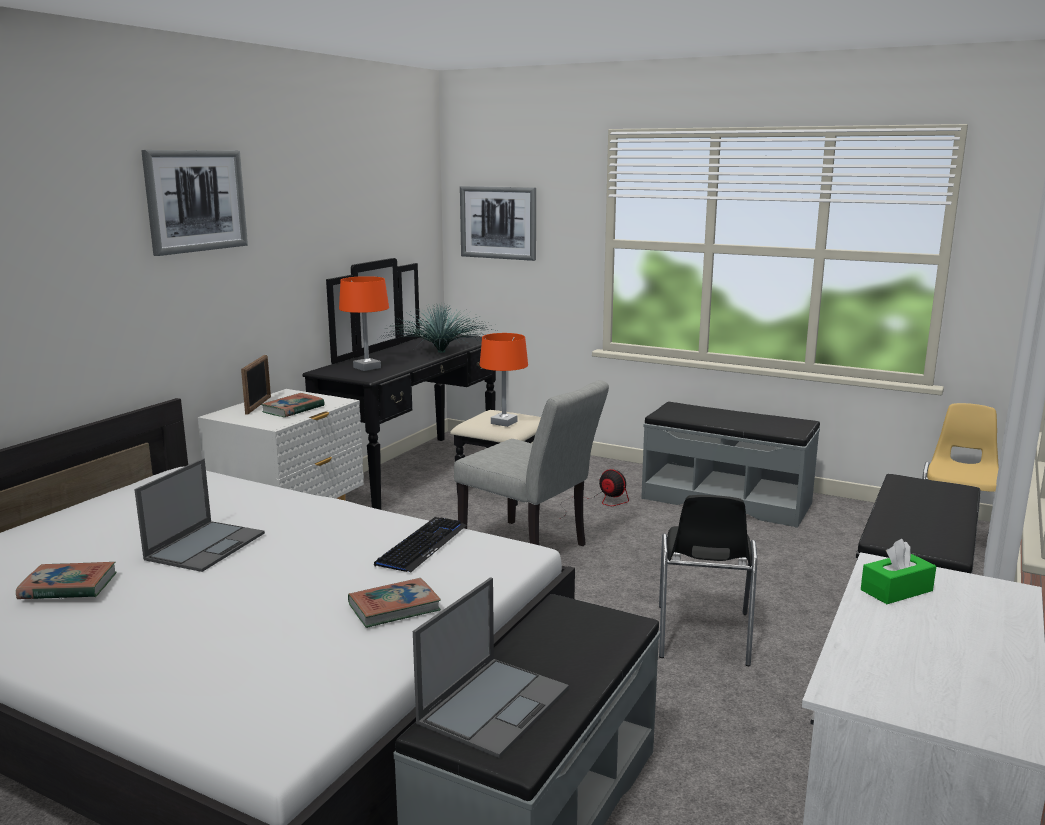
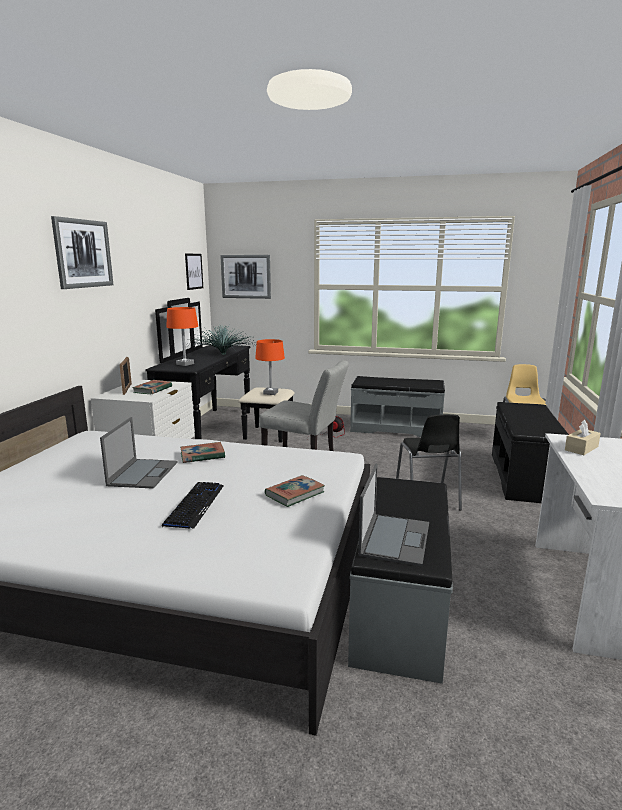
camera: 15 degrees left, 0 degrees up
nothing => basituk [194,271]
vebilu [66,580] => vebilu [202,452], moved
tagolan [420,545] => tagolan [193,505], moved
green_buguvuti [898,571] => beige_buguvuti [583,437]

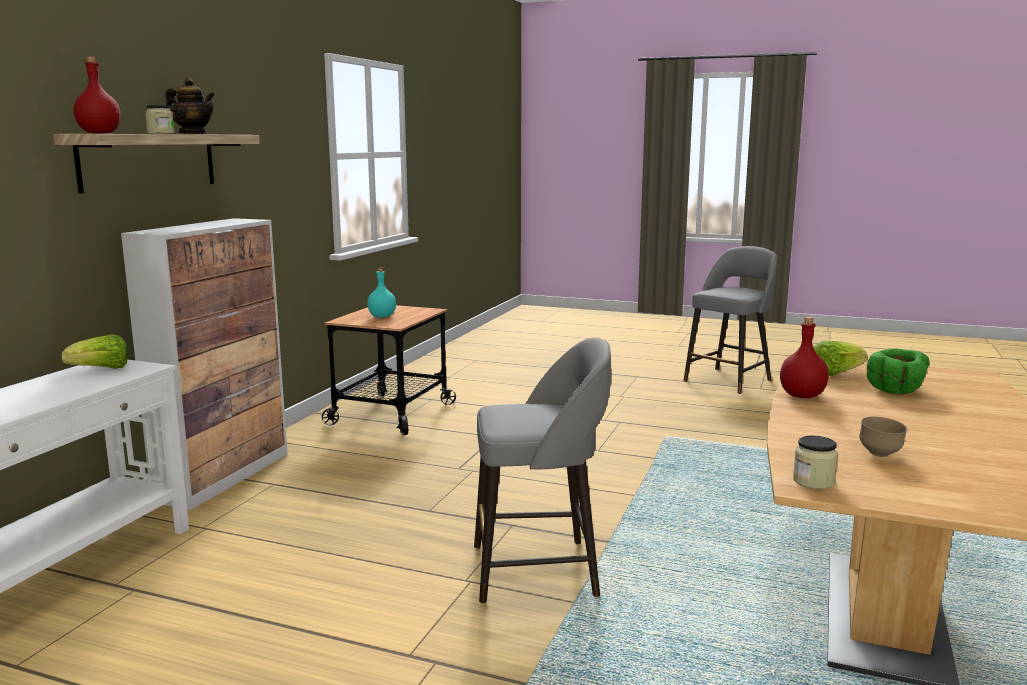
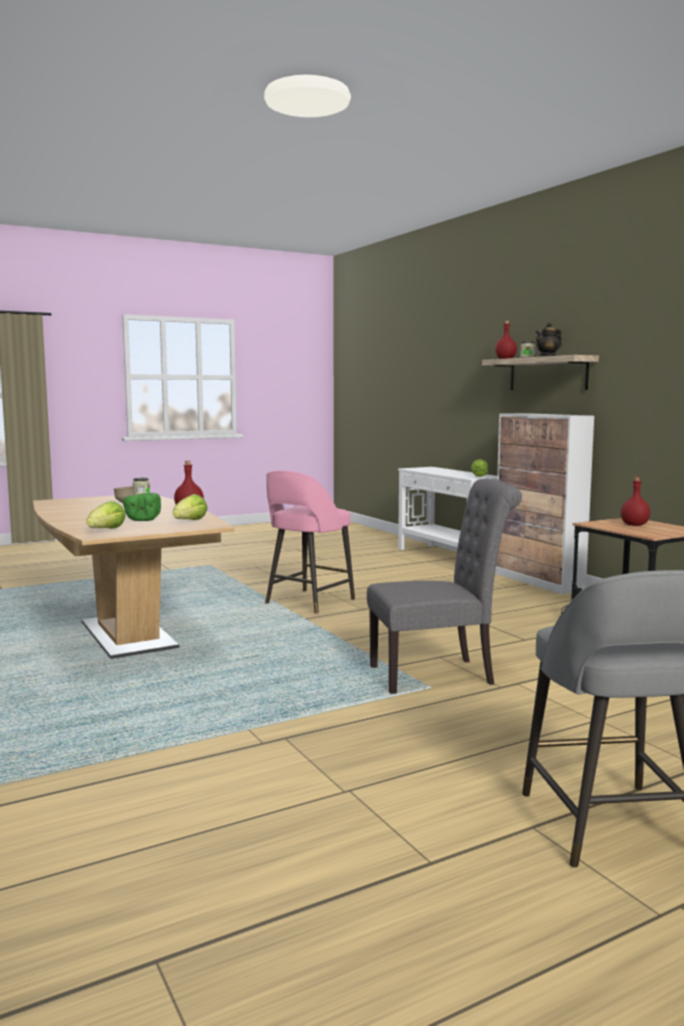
camera: 130 degrees right, 5 degrees down
nothing => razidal [106,515]
nothing => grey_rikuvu [444,586]
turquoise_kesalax [381,292] => red_kesalax [635,501]
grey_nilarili [542,470] => pink_nilarili [310,542]

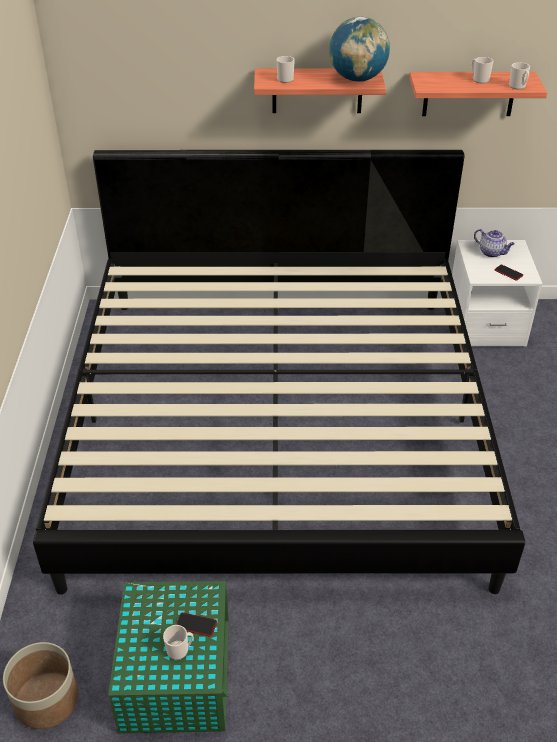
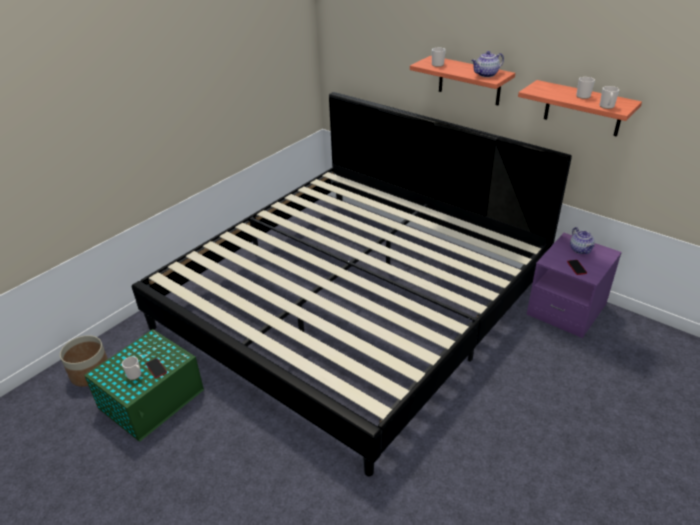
camera: 40 degrees right, 5 degrees down
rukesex [359,49] => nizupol [487,64]
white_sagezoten [497,293] => purple_sagezoten [574,285]

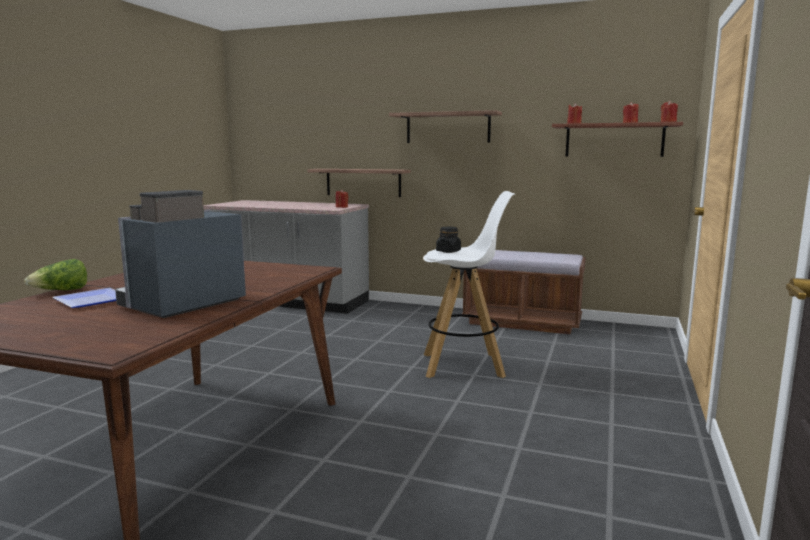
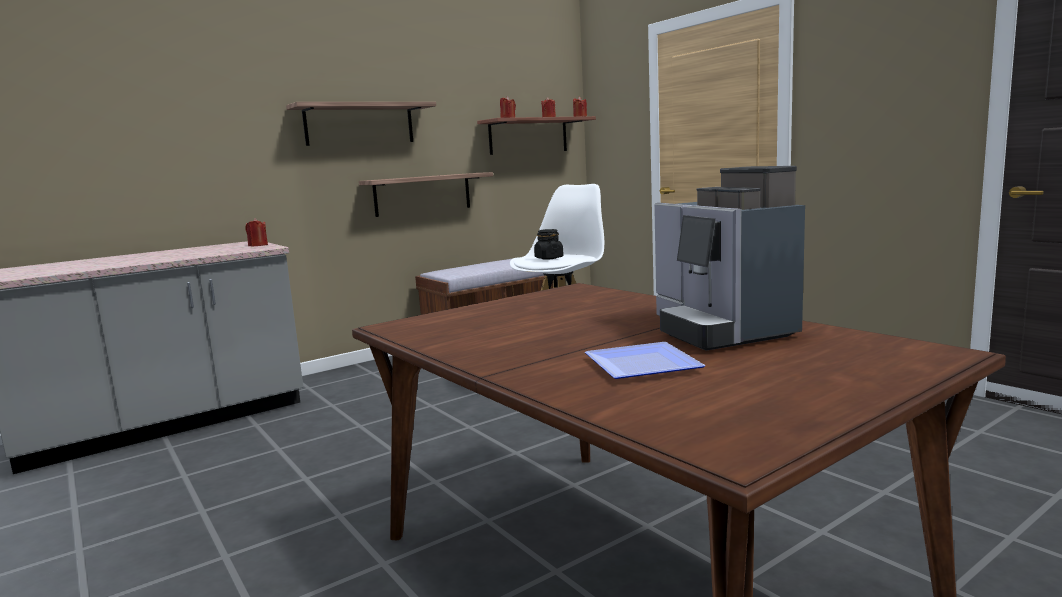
camera: 55 degrees left, 0 degrees up
razidal [55,274] => nothing
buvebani [359,183] => buvebani [426,194], moved

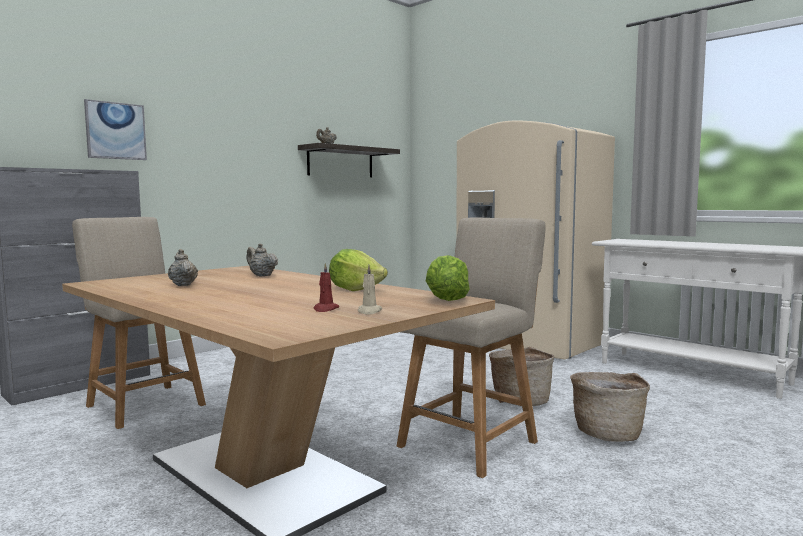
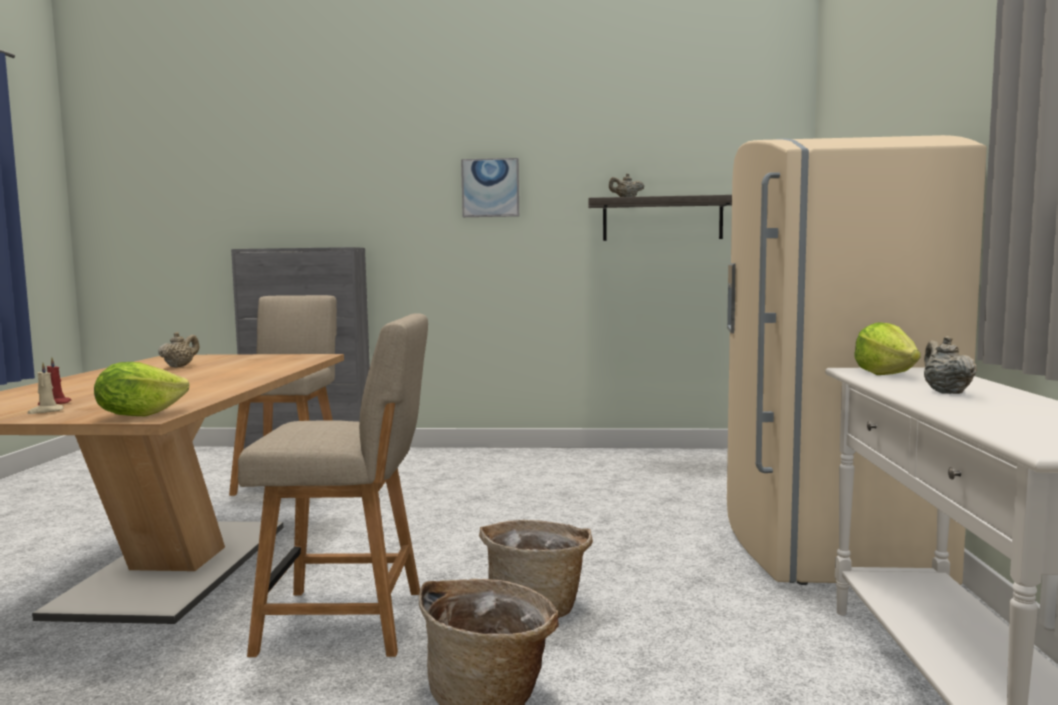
camera: 50 degrees right, 0 degrees up
basituk [115,129] => basituk [490,187], moved
beige_nizupol [262,260] => beige_nizupol [950,365], moved
razidal [358,270] => razidal [887,348], moved

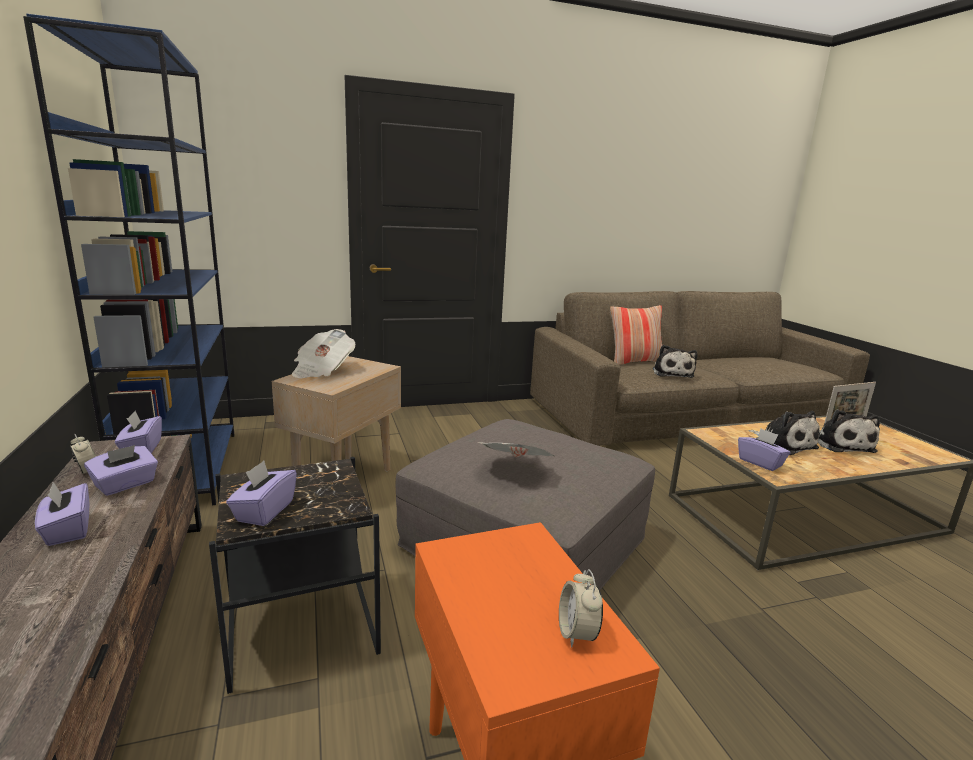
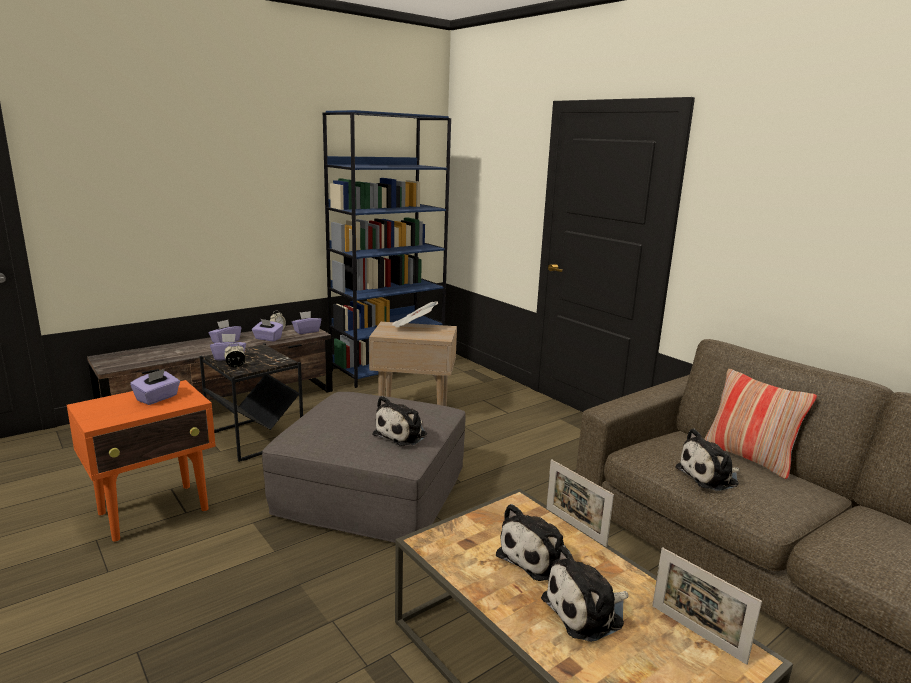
camera: 70 degrees right, 0 degrees up
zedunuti [516,449] => nothing
nothing => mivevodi [400,421]
nothing => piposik [580,503]
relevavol [581,608] => relevavol [234,355], moved
purple_buguvuti [764,450] => purple_buguvuti [155,387], moved

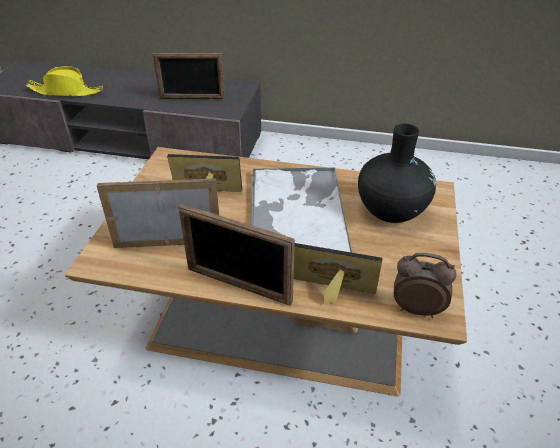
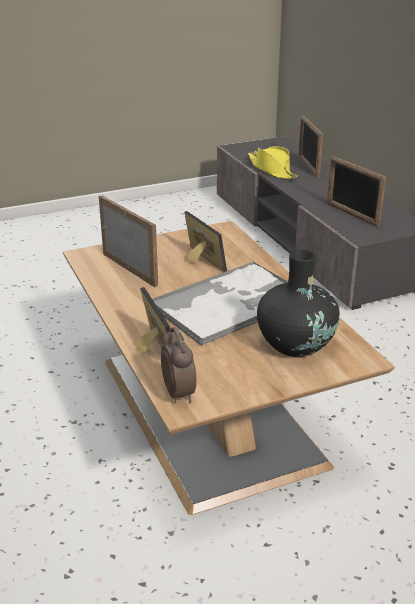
camera: 55 degrees right, 10 degrees down
piposik [236,255] => piposik [310,146], moved

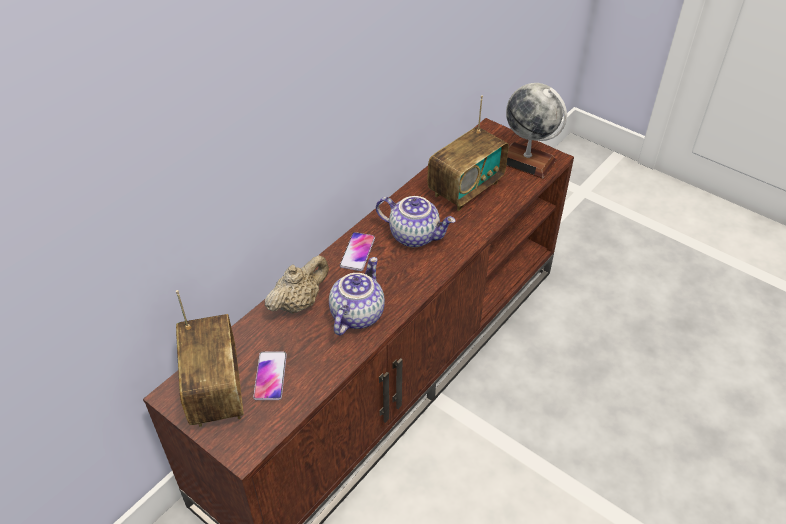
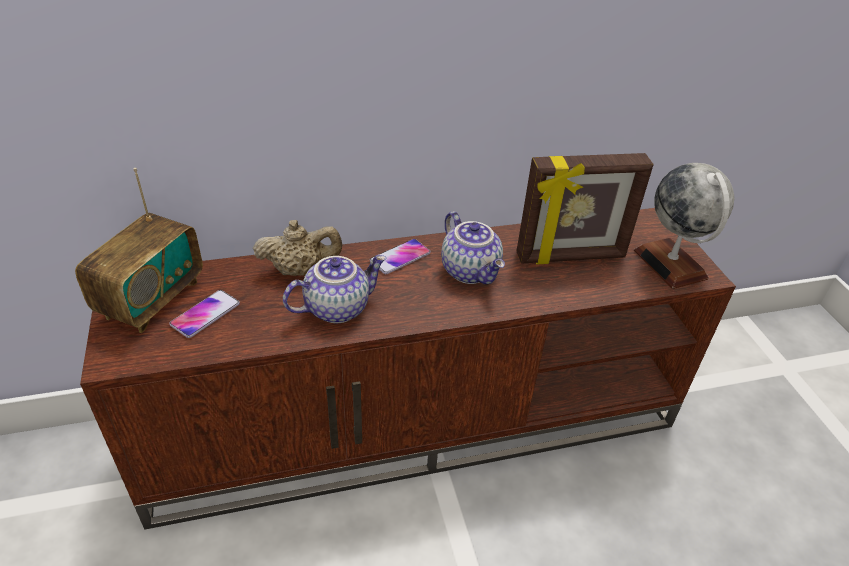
camera: 35 degrees right, 5 degrees down
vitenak [468,153] => piposik [585,209]

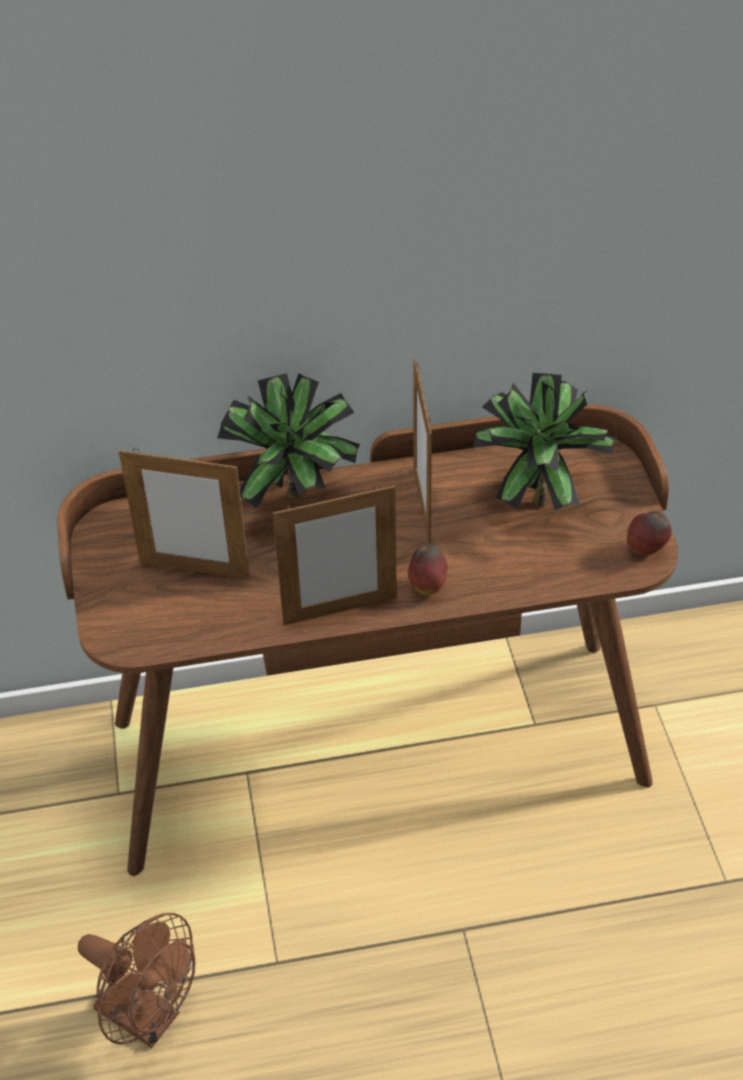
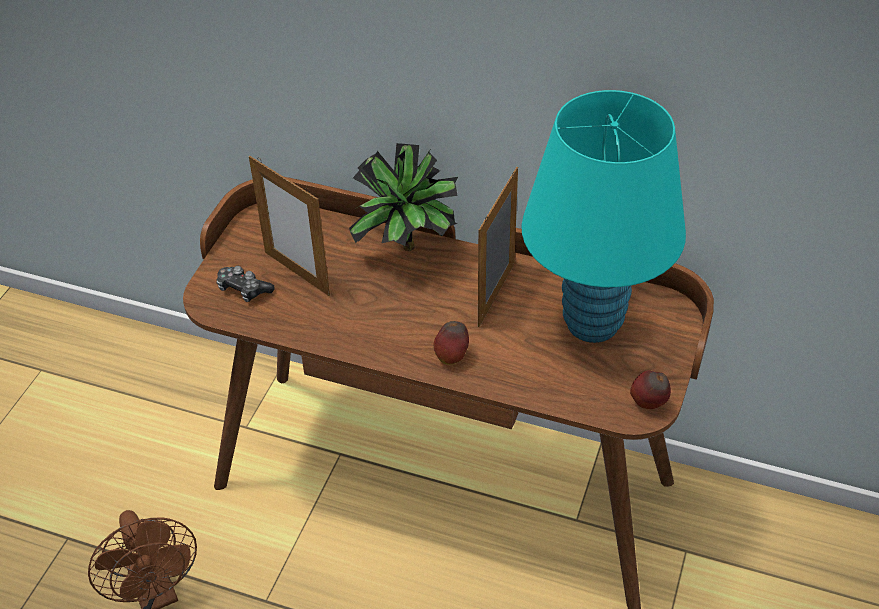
camera: 30 degrees right, 0 degrees up
piposik [335,555] => nothing
nothing => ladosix [245,284]
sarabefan [545,441] => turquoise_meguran [604,216]

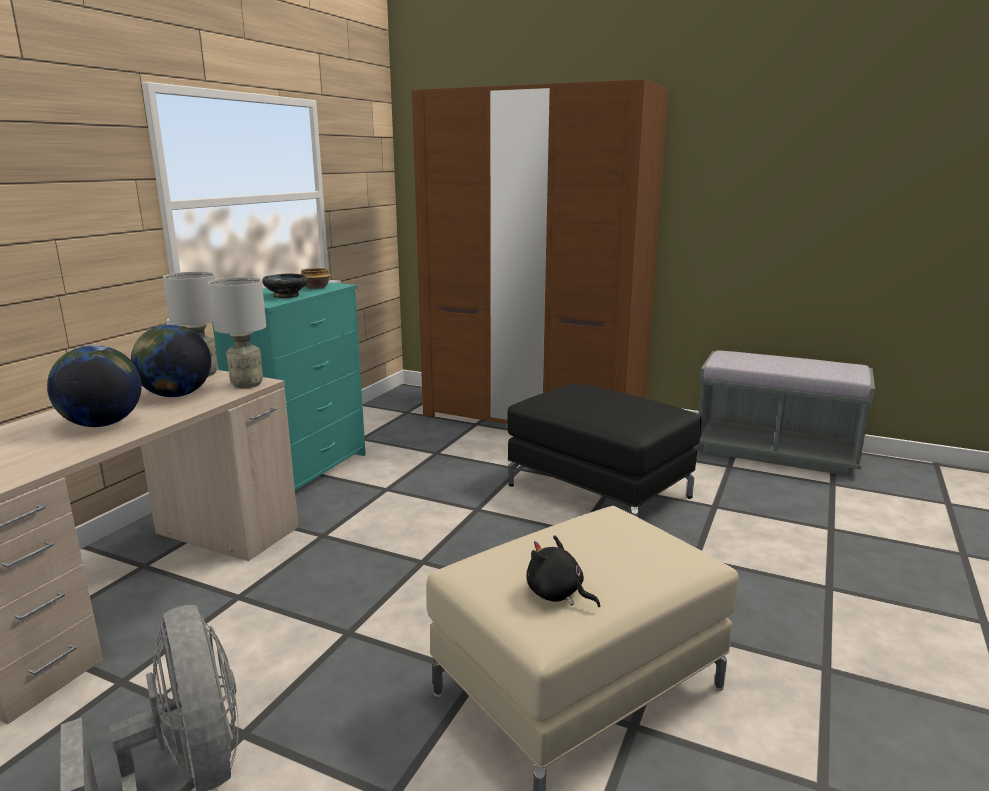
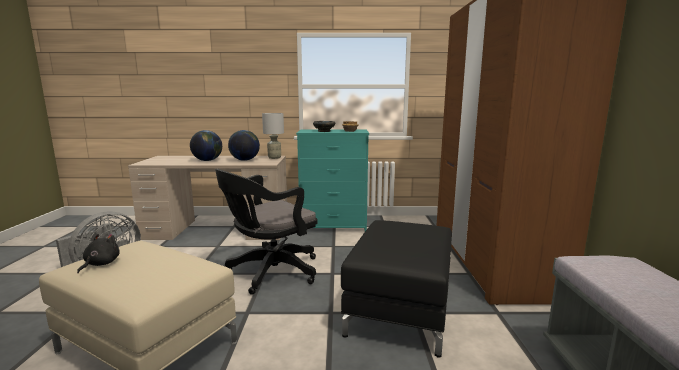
camera: 65 degrees right, 5 degrees down
grey_meguran [237,332] => nothing
nothing => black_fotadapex [266,232]

